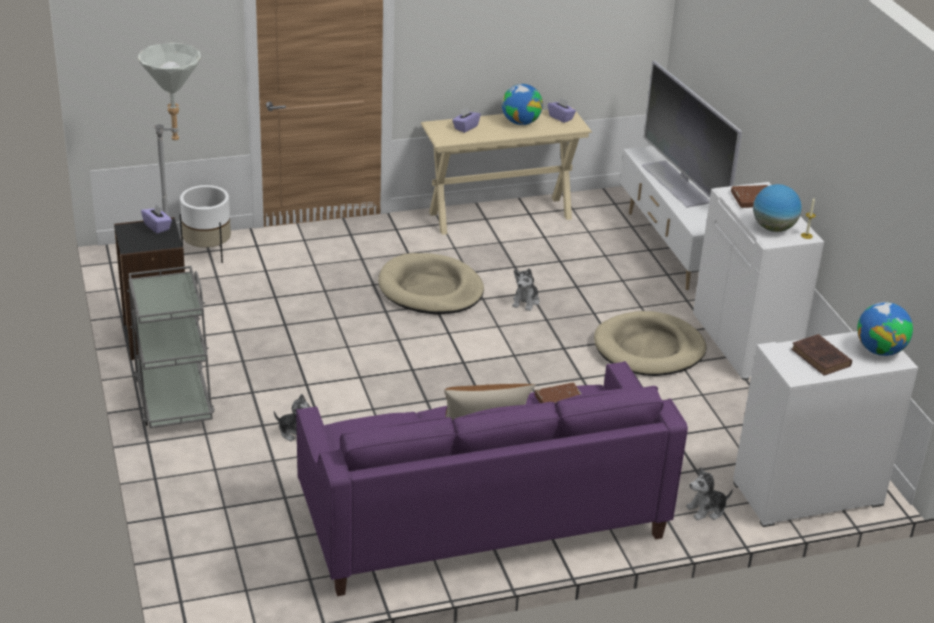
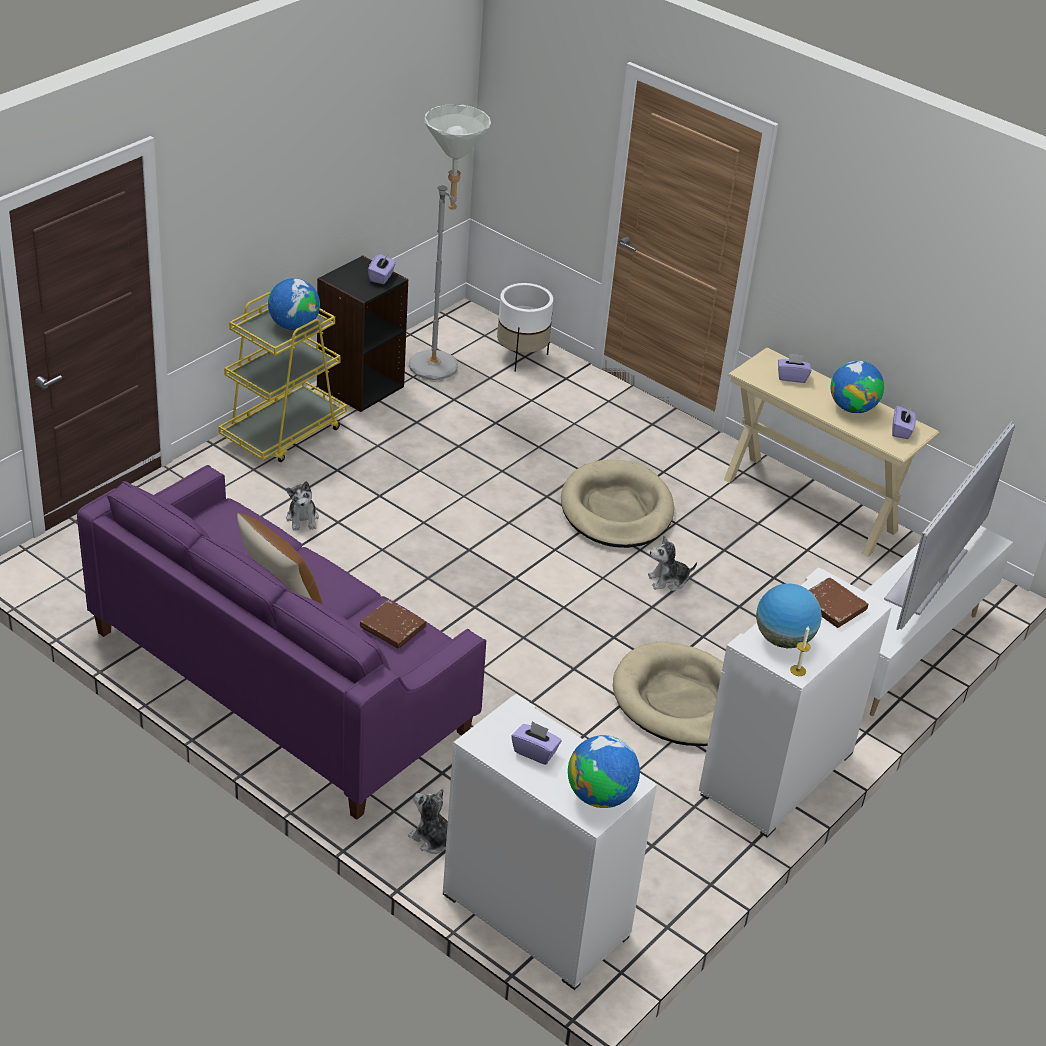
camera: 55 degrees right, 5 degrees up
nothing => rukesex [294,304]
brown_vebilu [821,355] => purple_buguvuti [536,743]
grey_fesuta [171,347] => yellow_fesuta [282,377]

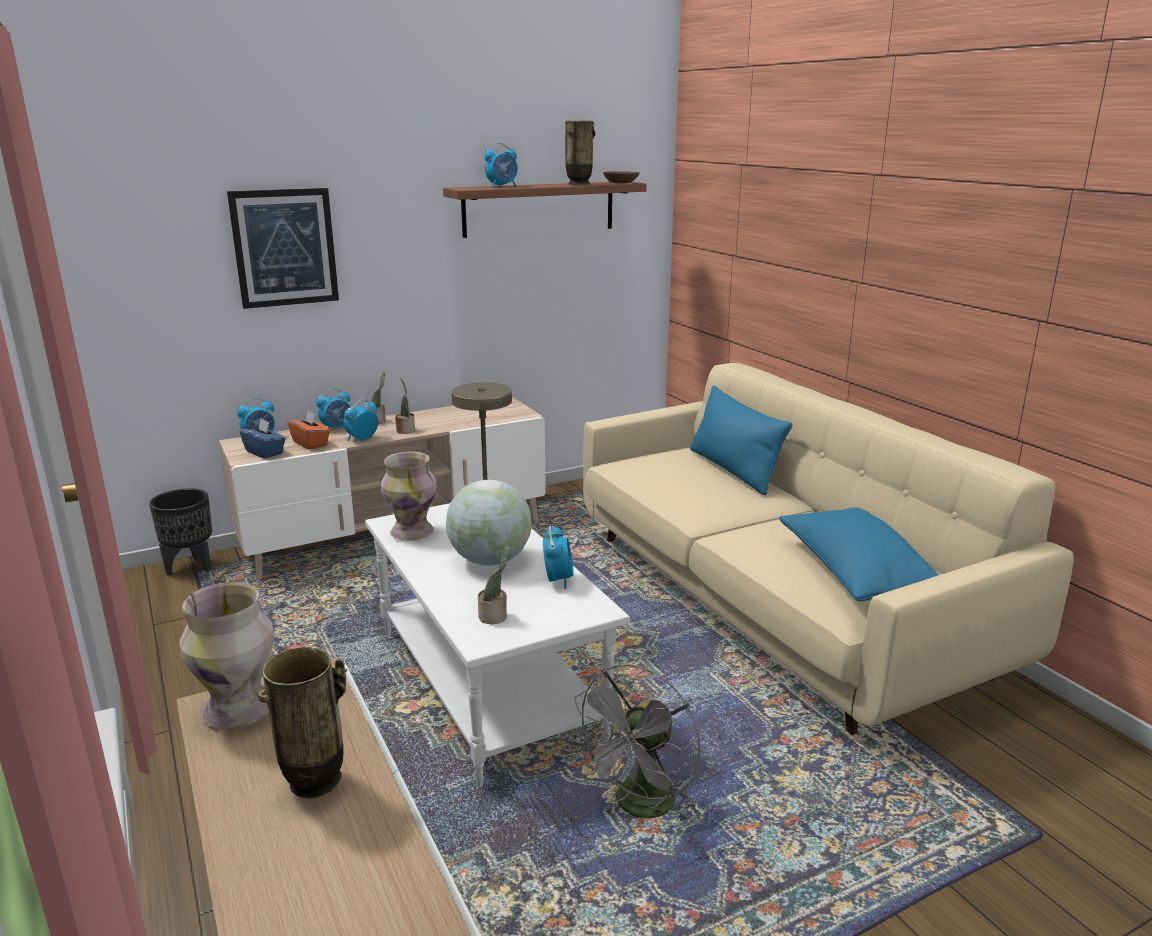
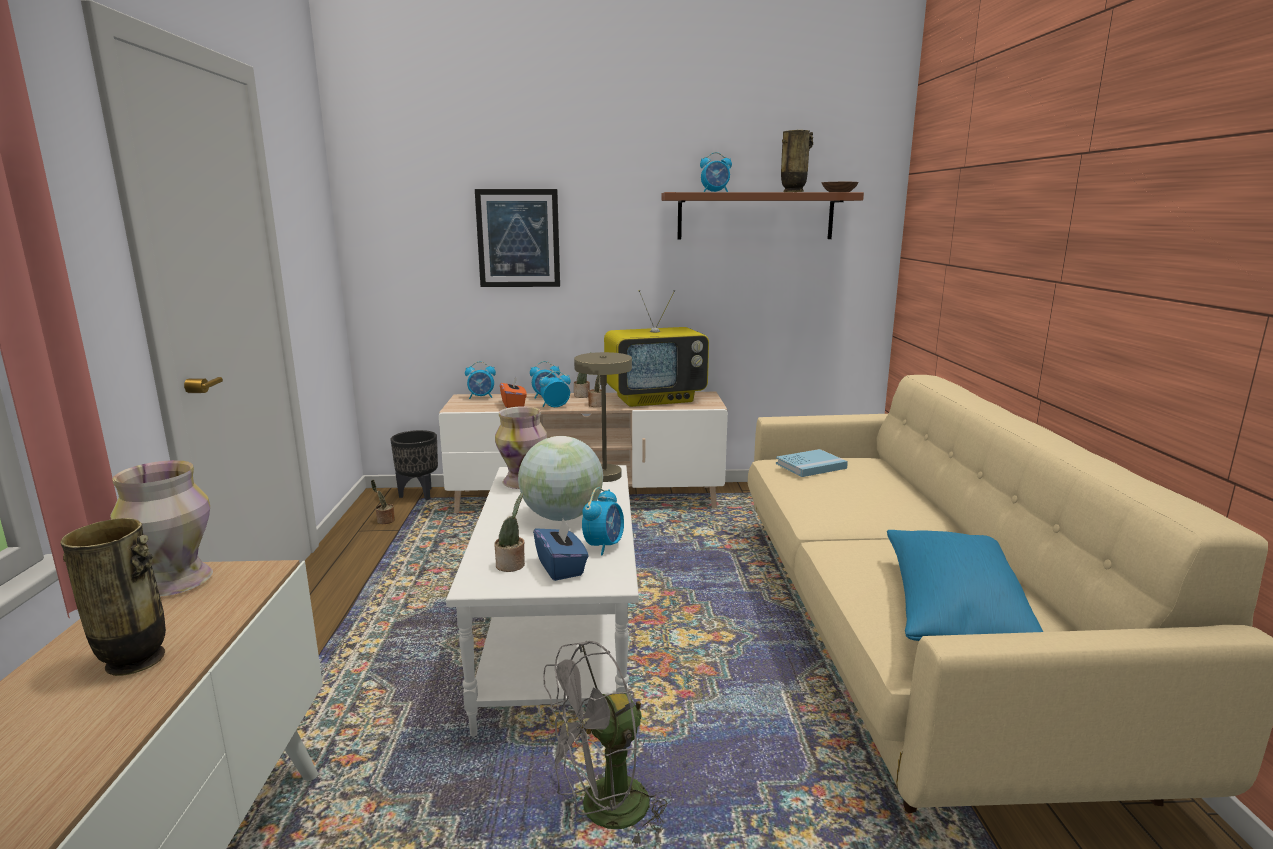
camera: 25 degrees right, 5 degrees down
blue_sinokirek [741,440] => nothing
nothing => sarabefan [383,502]
nothing => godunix [656,348]
nothing => blue_vebilu [812,463]
blue_buguvuti [262,438] => blue_buguvuti [560,550], moved

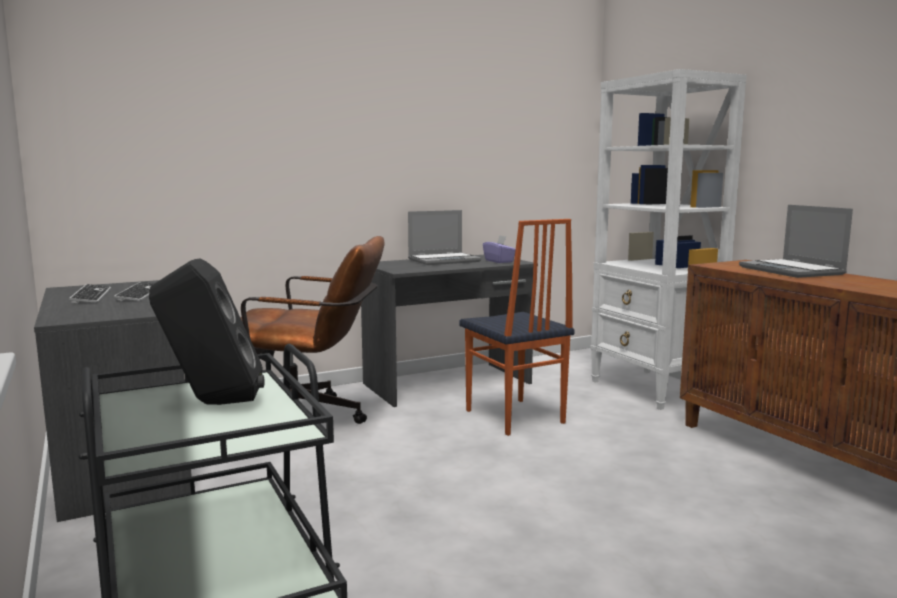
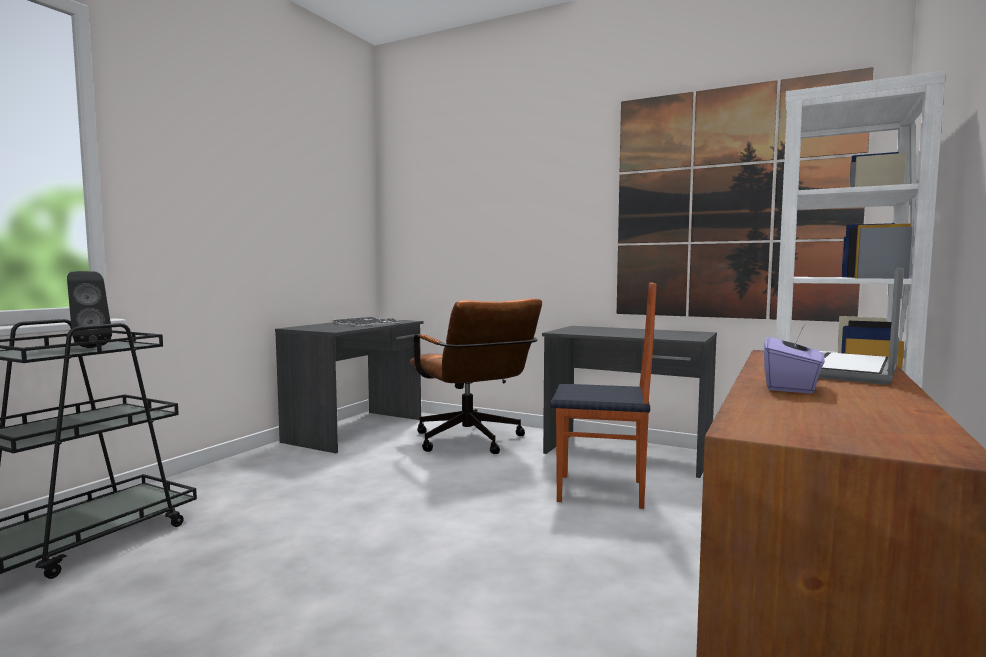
camera: 55 degrees right, 5 degrees down
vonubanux [445,237] => nothing
nothing => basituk [745,194]
purple_buguvuti [499,249] => purple_buguvuti [794,359], moved
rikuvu [517,327] => rikuvu [603,395], 105 degrees counterclockwise

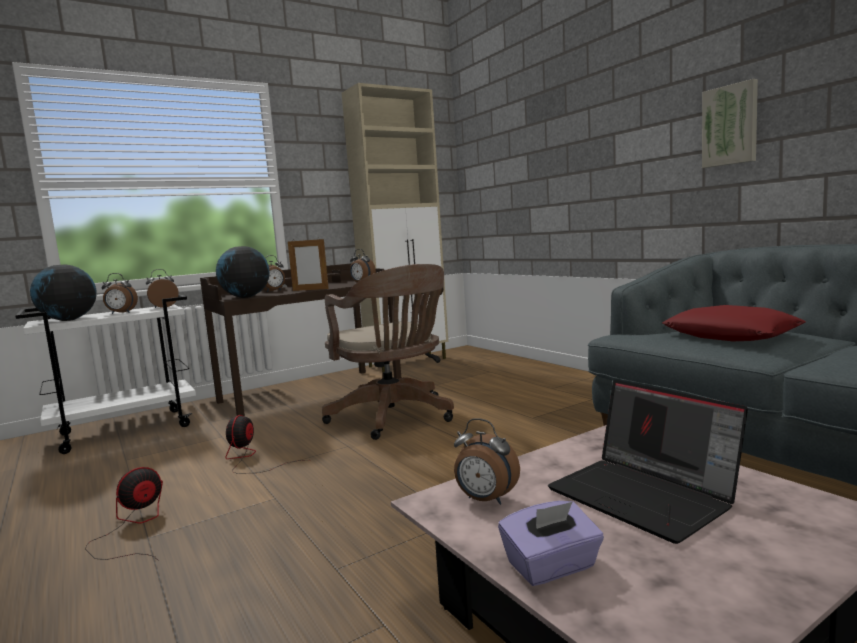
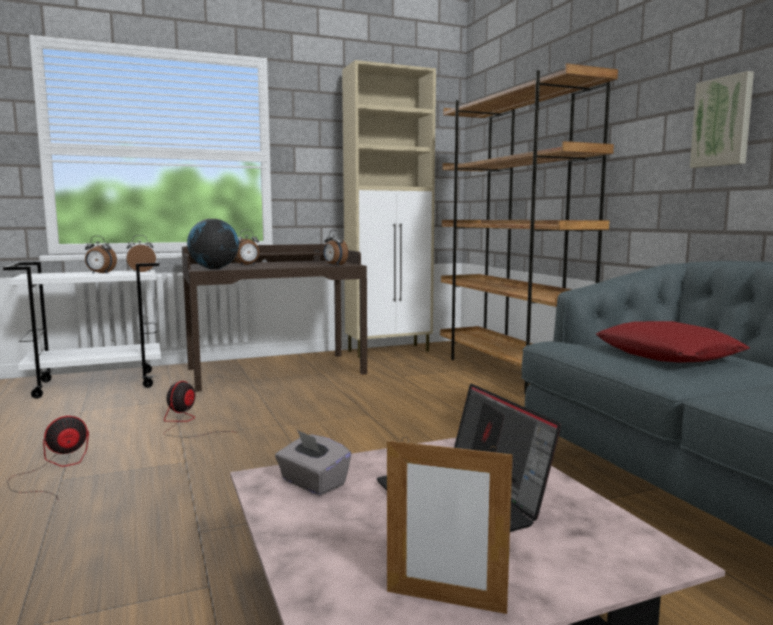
camera: 10 degrees right, 0 degrees up
rukesex [63,292] => nothing
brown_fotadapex [388,352] => nothing
purple_buguvuti [551,543] => nothing
nothing => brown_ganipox [529,228]
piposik [308,264] => piposik [450,525], moved
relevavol [487,461] => grey_buguvuti [313,462]

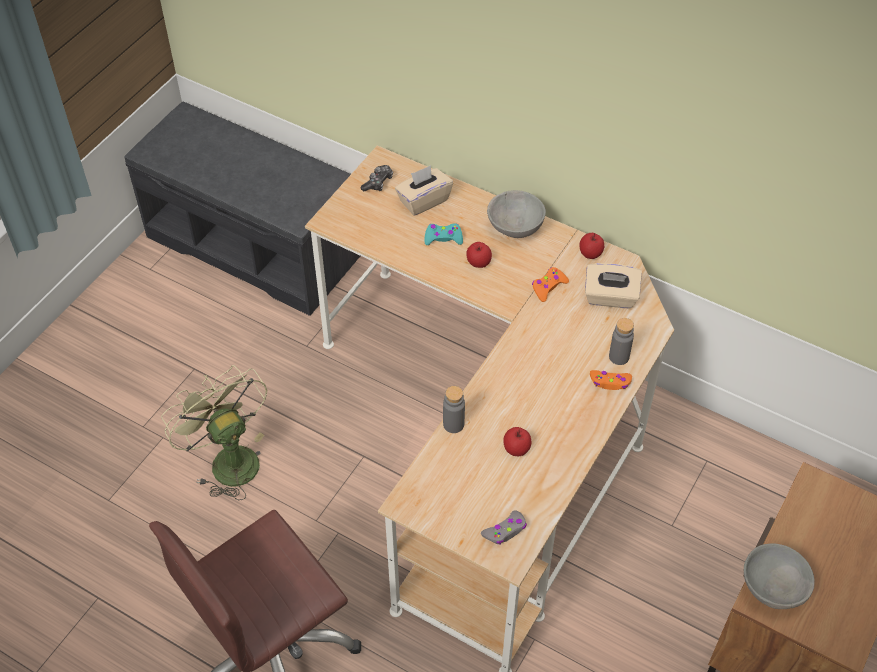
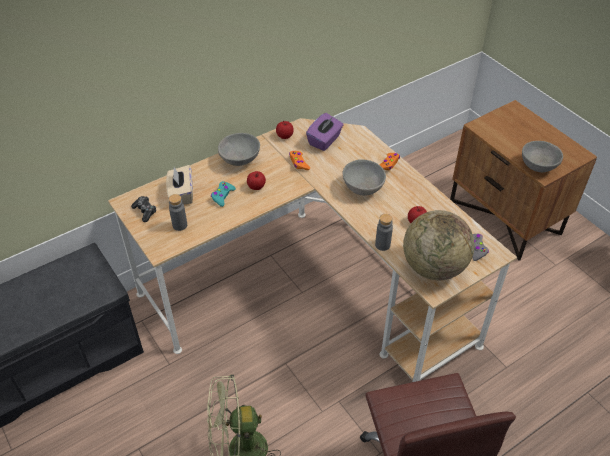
camera: 65 degrees left, 5 degrees down
nothing => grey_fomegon [364,177]
nothing => rukesex [439,245]
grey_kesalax [621,341] => grey_kesalax [178,212], moved
beige_buguvuti [613,285] => purple_buguvuti [325,132]

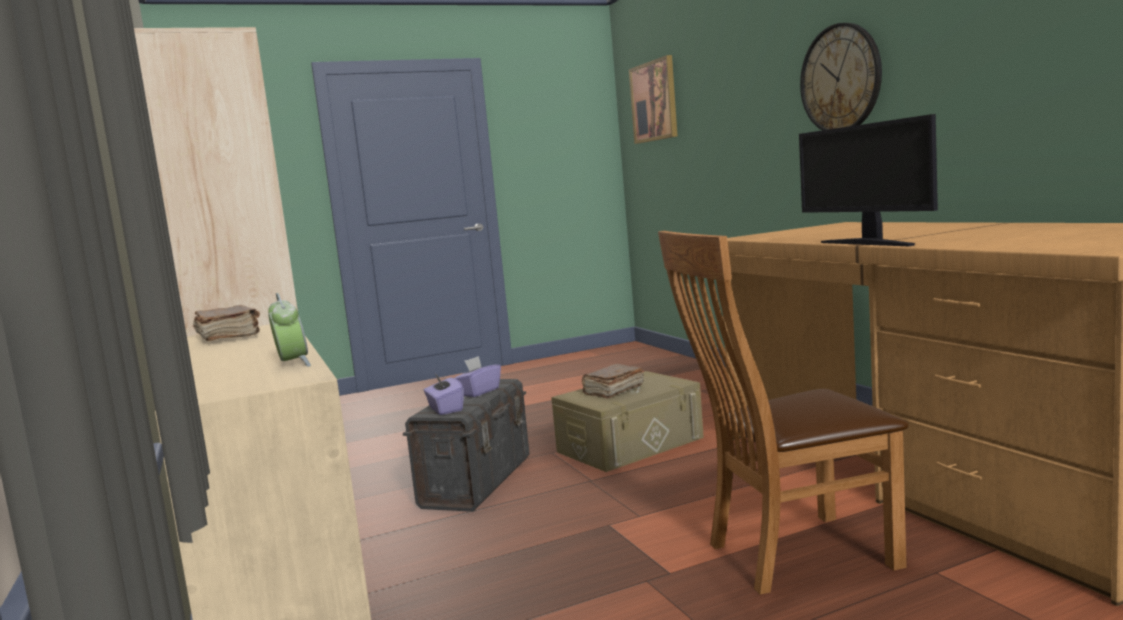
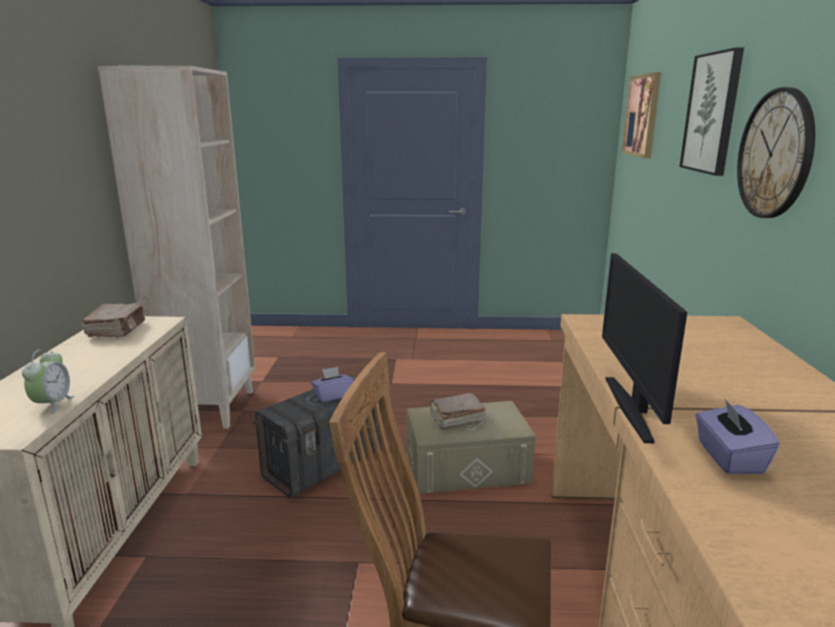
camera: 25 degrees right, 10 degrees up
nothing => basituk [712,111]
purple_buguvuti [444,394] => purple_buguvuti [737,435], moved

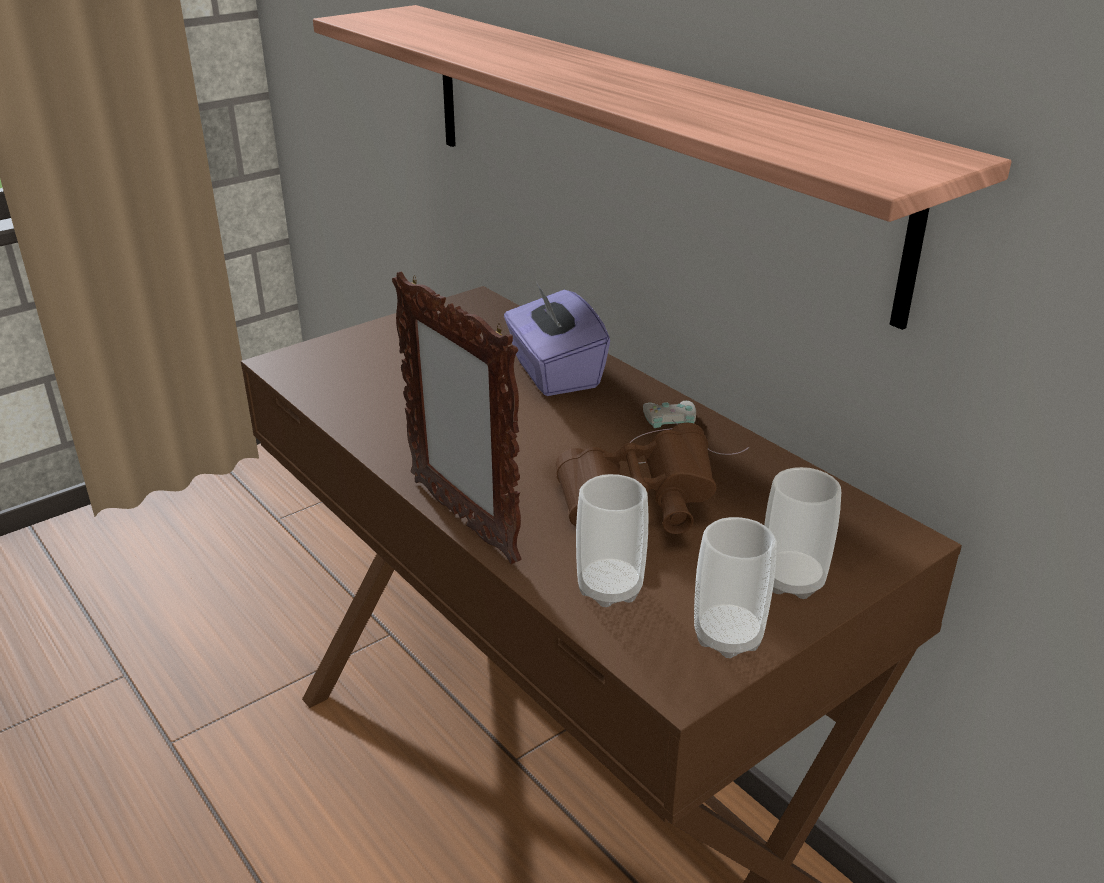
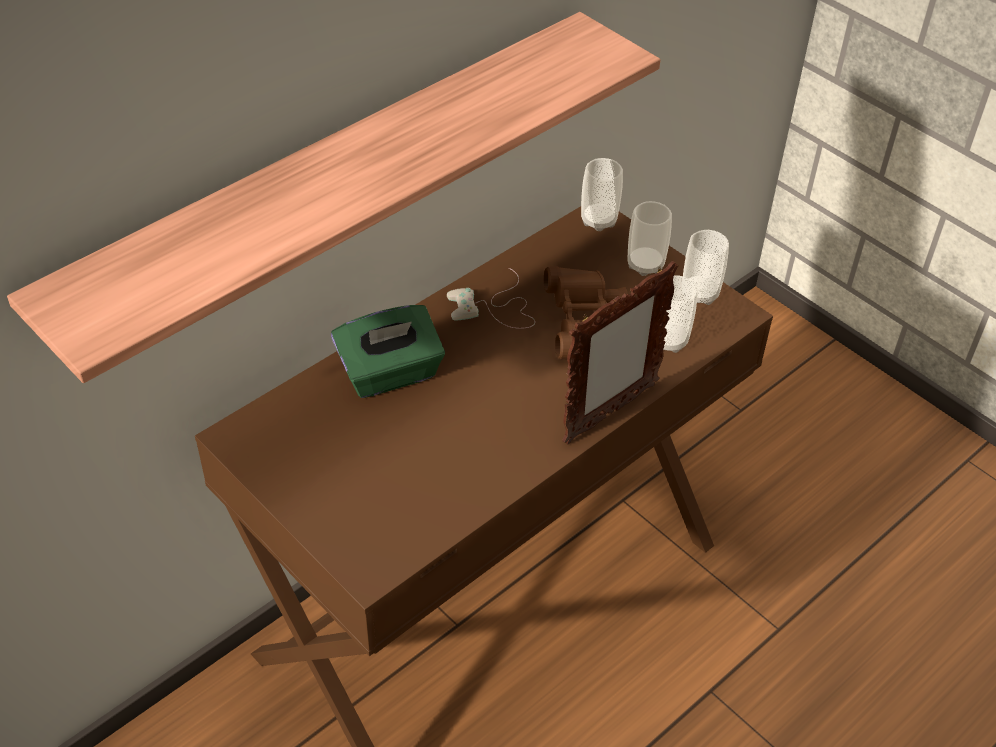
camera: 95 degrees left, 15 degrees up
nothing => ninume [602,194]
purple_buguvuti [557,338] => green_buguvuti [388,351]

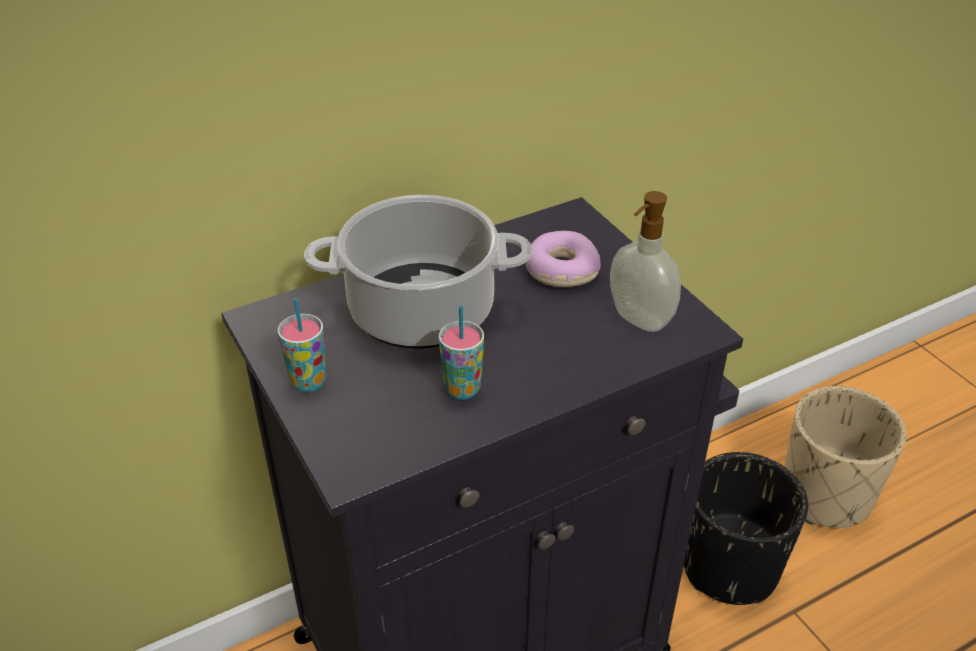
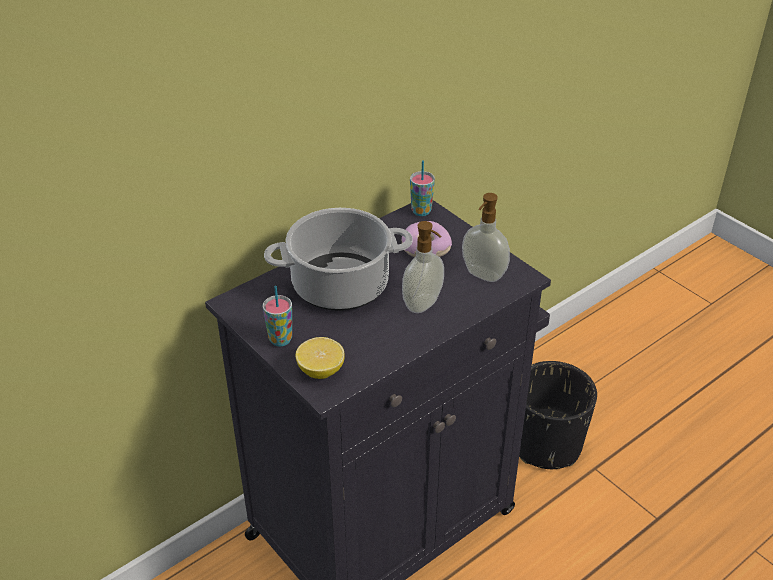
camera: 10 degrees left, 0 degrees up
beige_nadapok [845,457] => nothing
nothing => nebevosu [320,358]
nothing => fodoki [423,267]
ninume [461,352] => ninume [422,188], moved

